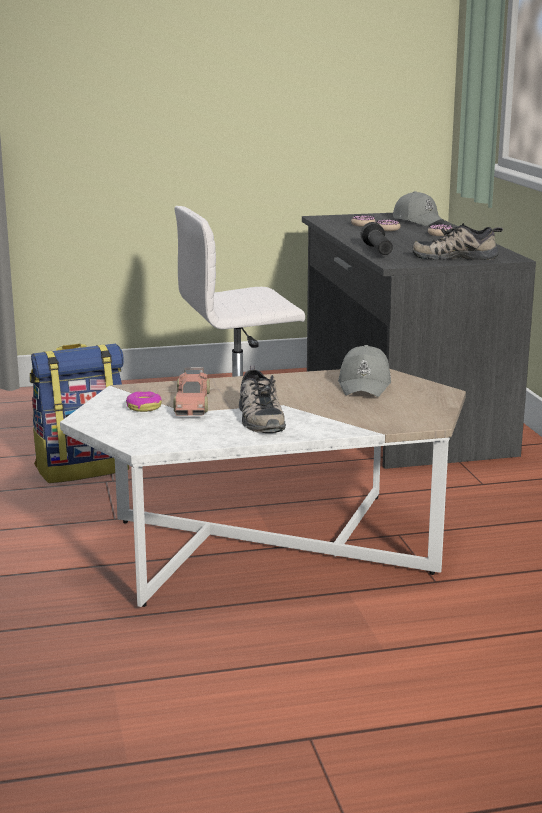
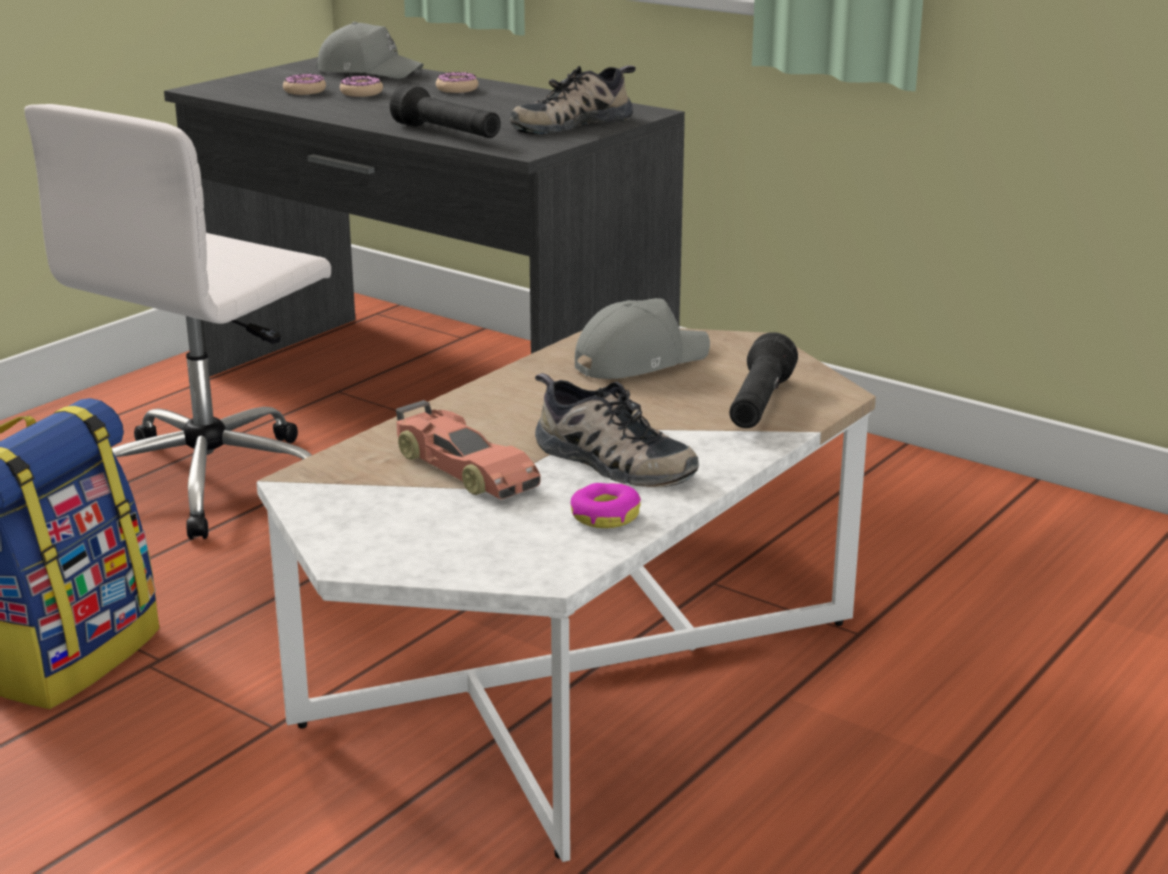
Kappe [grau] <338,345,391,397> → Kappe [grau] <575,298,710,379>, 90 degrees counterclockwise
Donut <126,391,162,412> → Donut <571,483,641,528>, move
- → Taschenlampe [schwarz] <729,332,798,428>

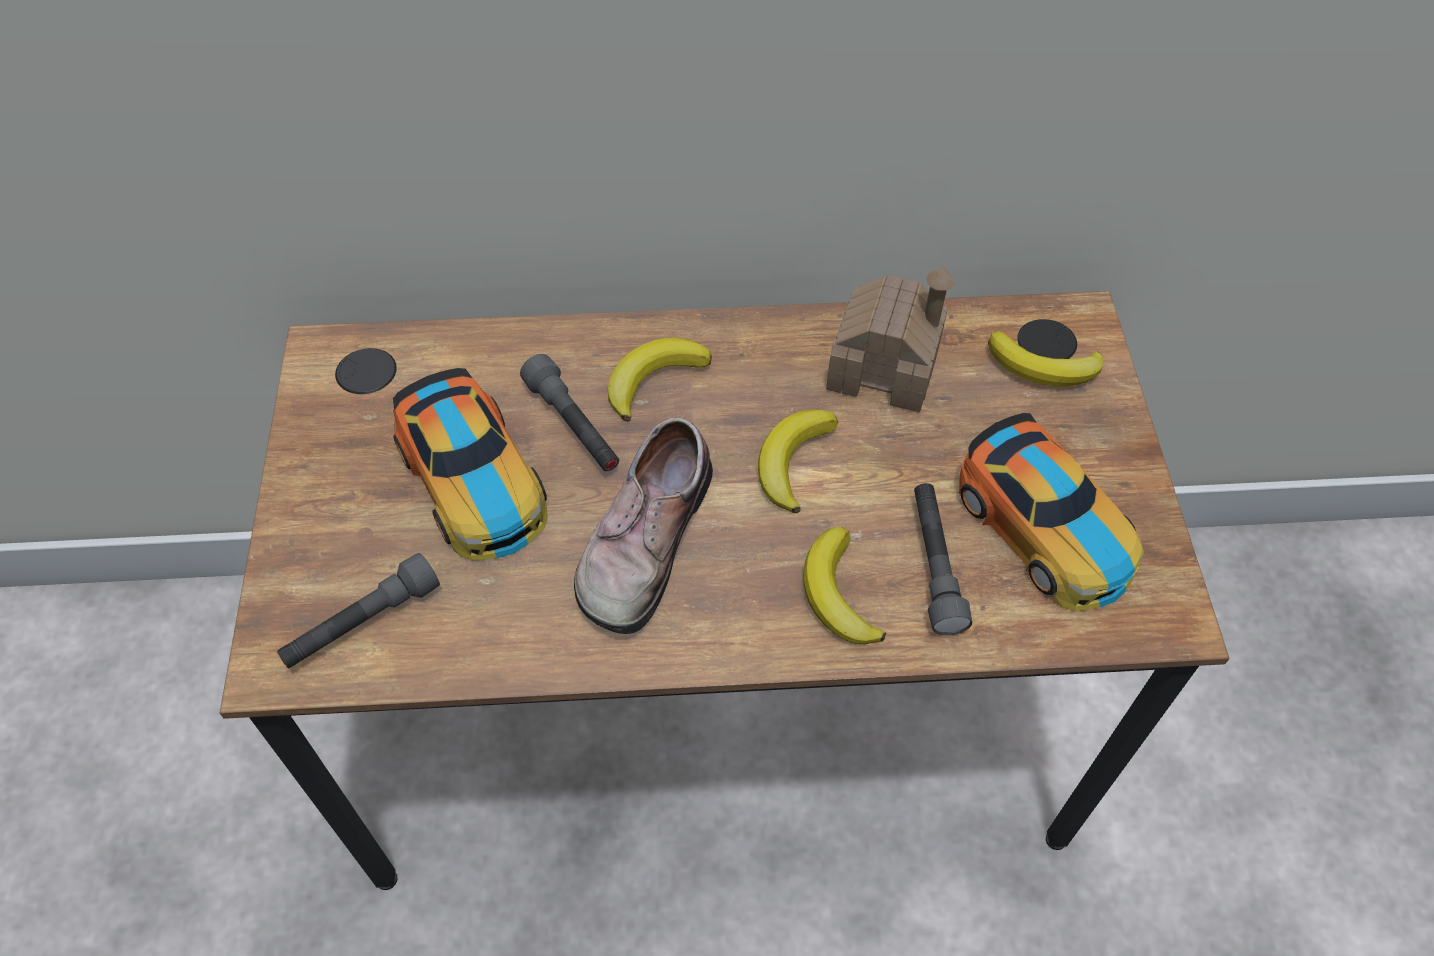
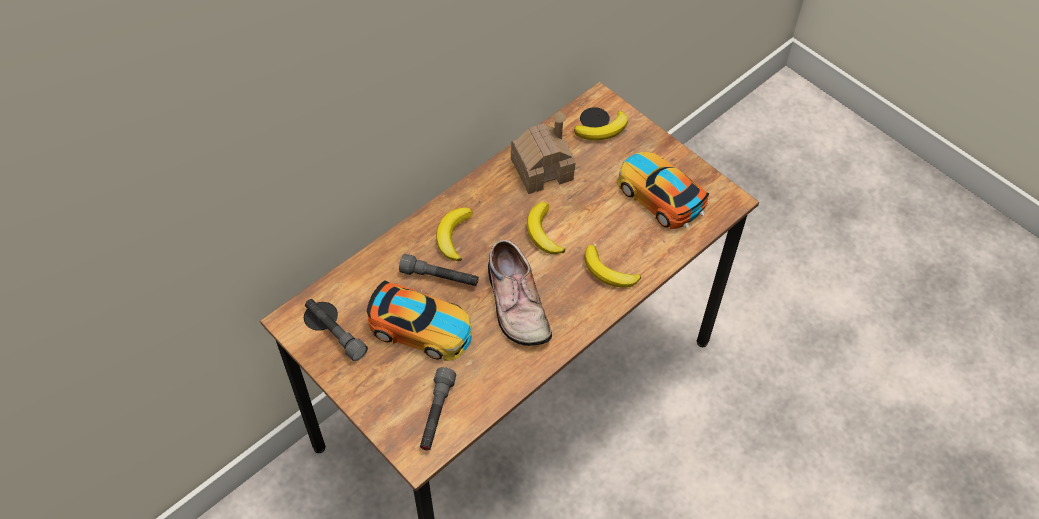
Spielzeugauto <959,413,1144,611> → Spielzeugauto <617,152,709,229>, 150 degrees counterclockwise
Taschenlampe [grau] <914,483,972,635> → Taschenlampe [grau] <305,299,368,361>, move

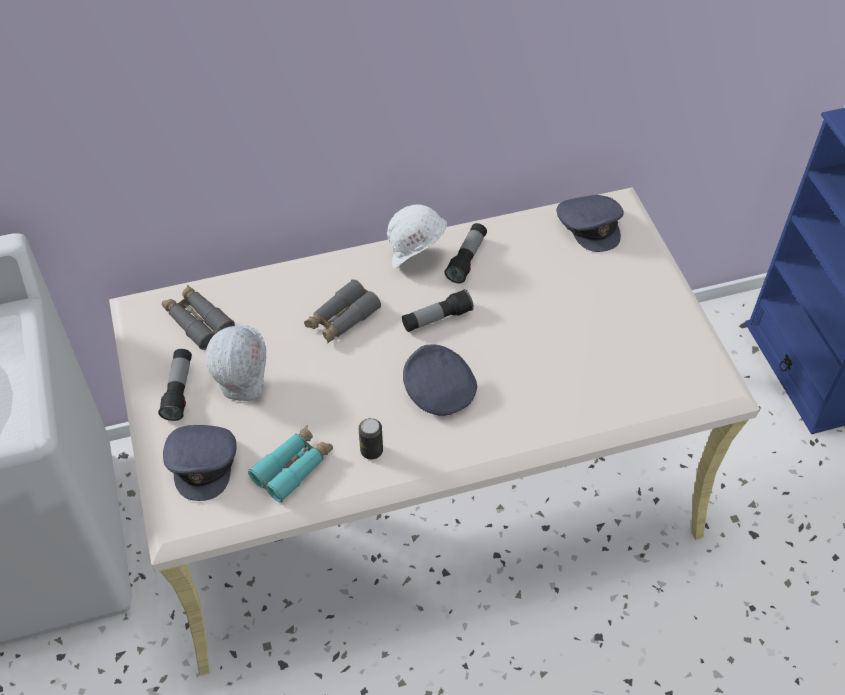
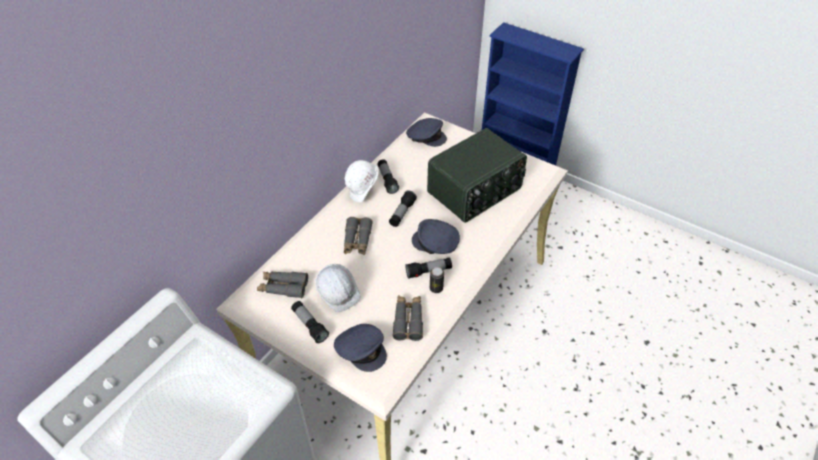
Fernglas [türkis] <248,426,333,502> → Fernglas [grau] <392,296,423,341>
- → Radio <427,128,527,223>
- → Taschenlampe <405,257,452,279>

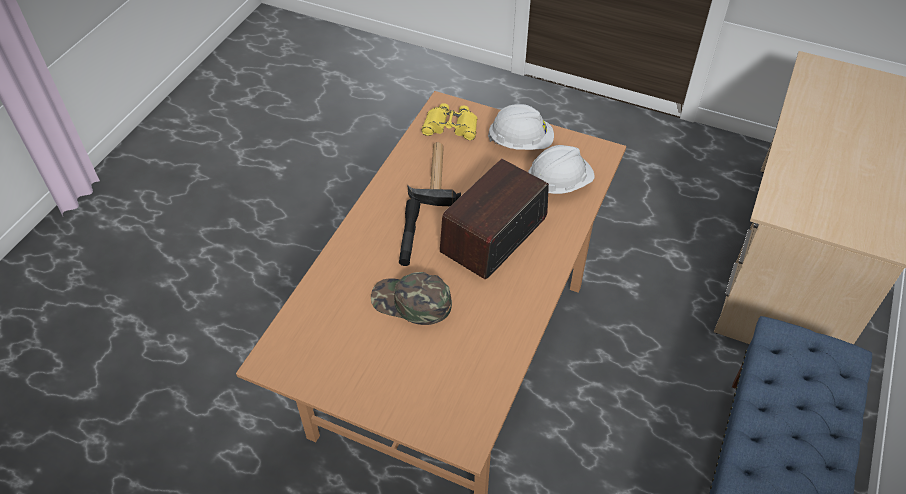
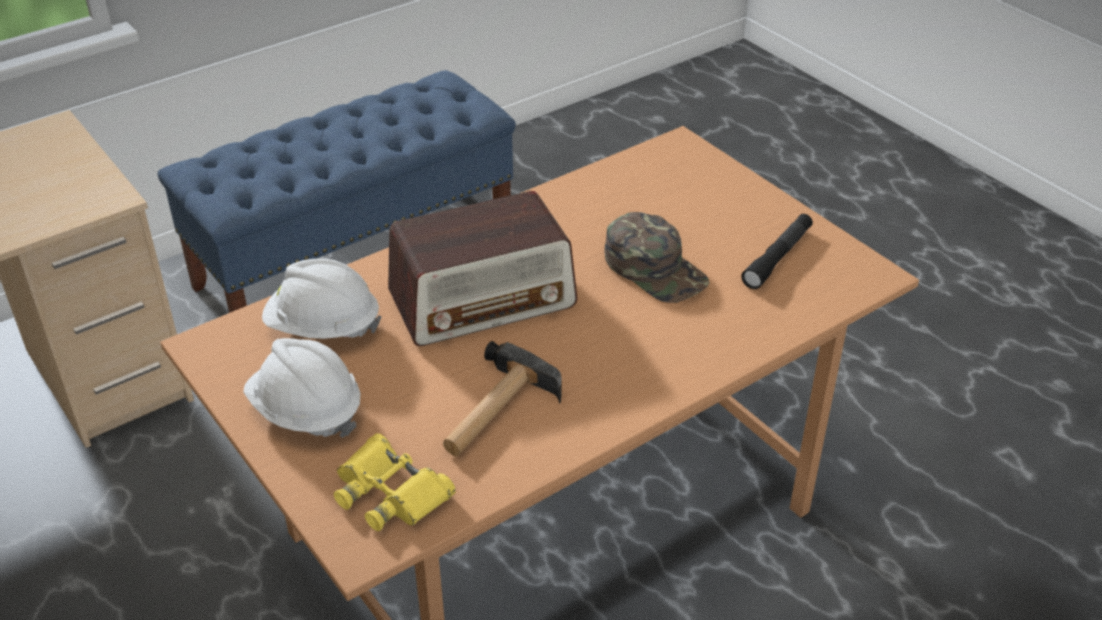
Taschenlampe [schwarz] <399,199,420,266> → Taschenlampe [schwarz] <741,214,813,289>, move

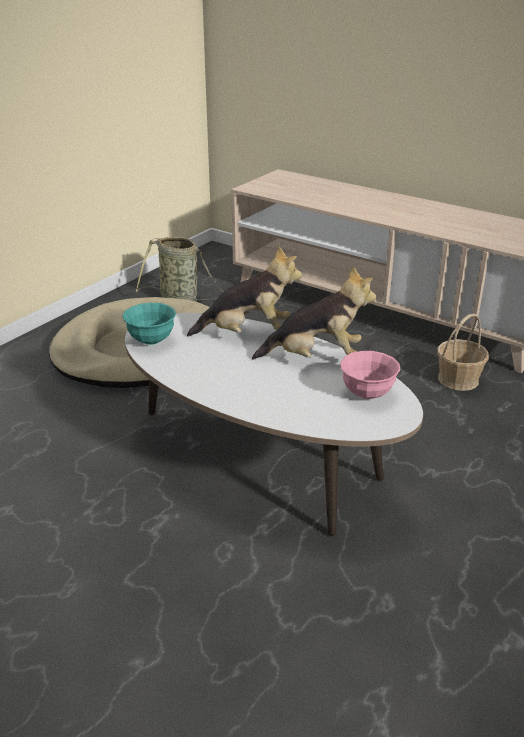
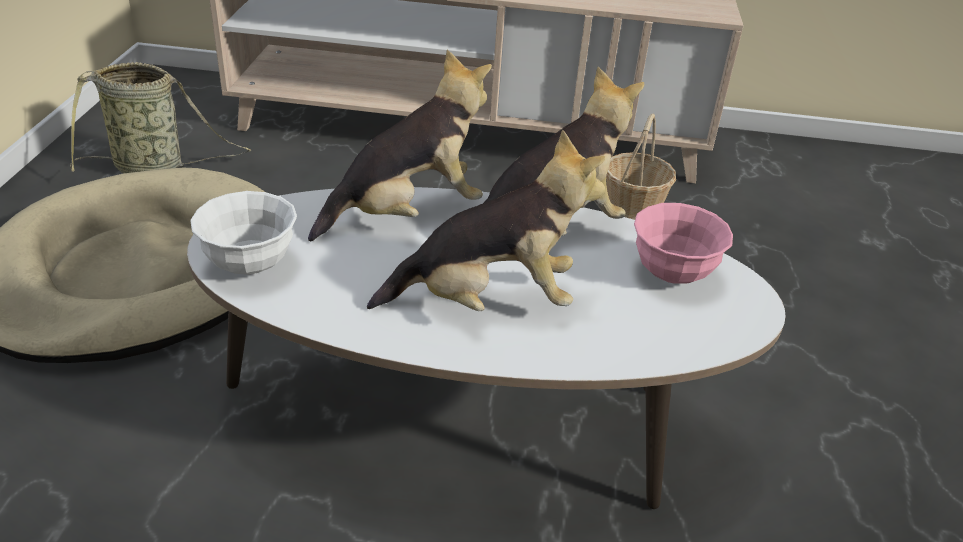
Schüssel [türkis] <122,303,176,345> → Schüssel [weiß] <190,191,297,275>
- → Plüschtier <367,130,605,311>

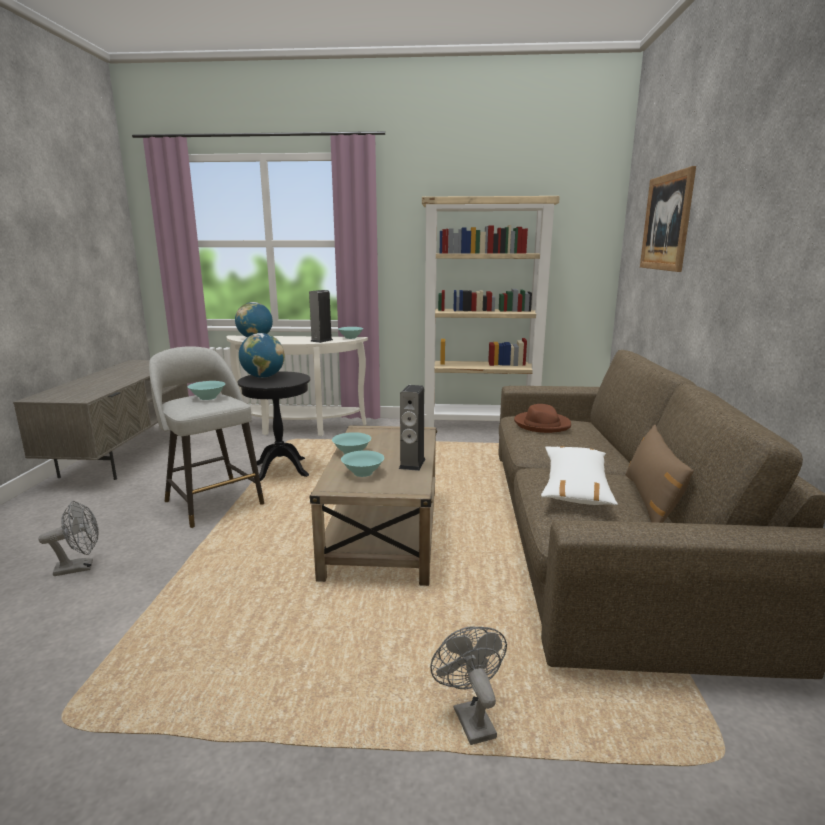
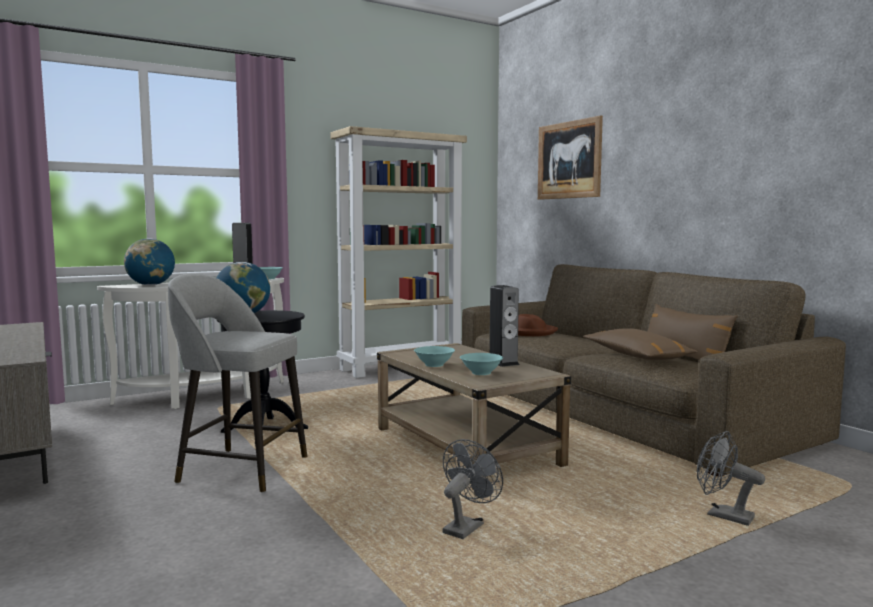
Schüssel [türkis] <188,381,225,400> → -
Kissen [weiß] <541,446,618,505> → Kissen [braun] <583,328,698,360>
Ventilator [grau] <39,501,99,576> → Ventilator [grau] <442,439,503,539>, move

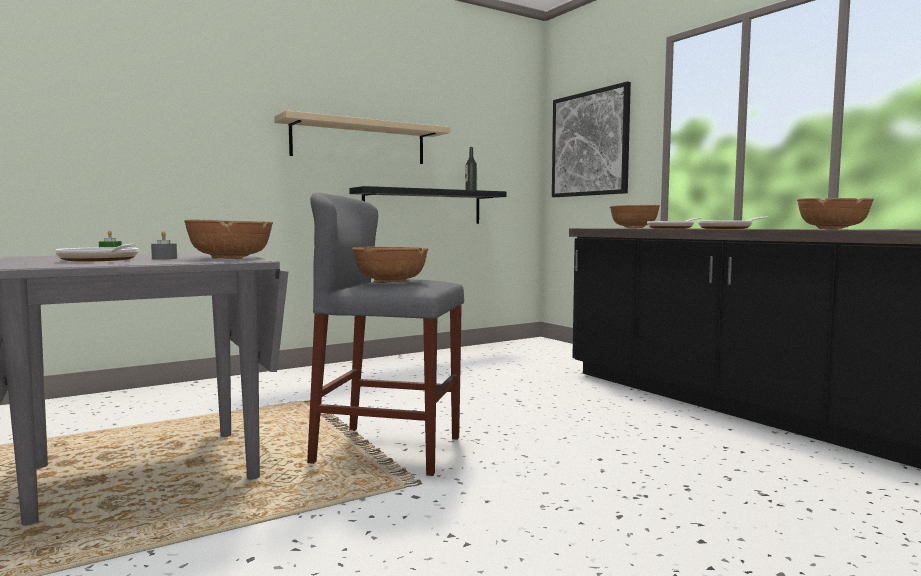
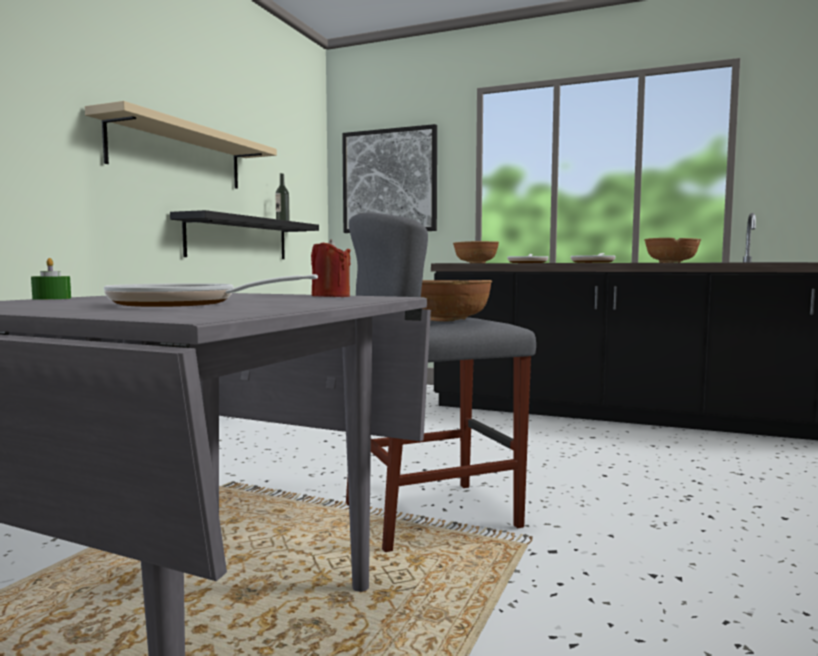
Schüssel [braun] <184,220,273,259> → Kerze [rot] <311,239,351,297>
Kerze [grau] <151,231,177,259> → -

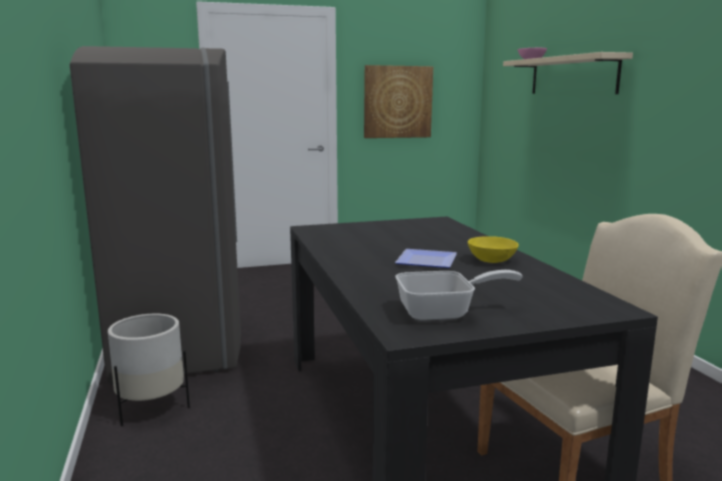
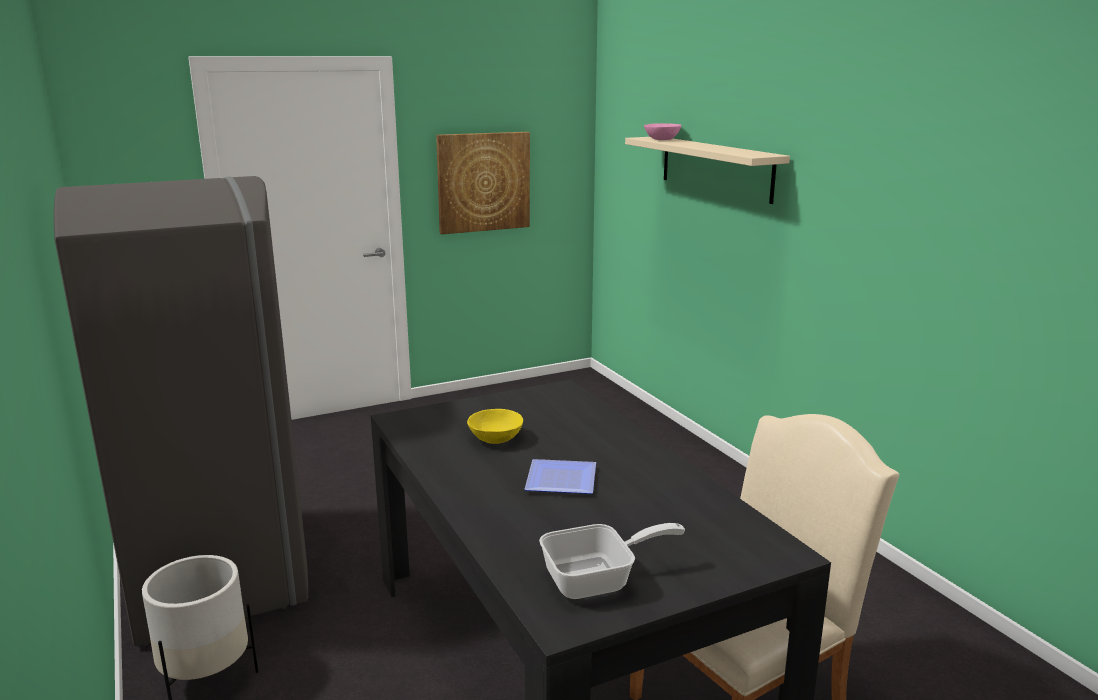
Schüssel [gelb] <468,236,519,263> → Schüssel [gelb] <467,409,523,444>, move

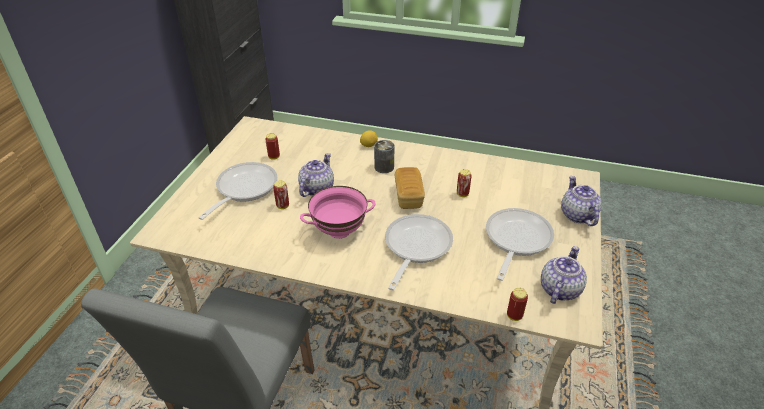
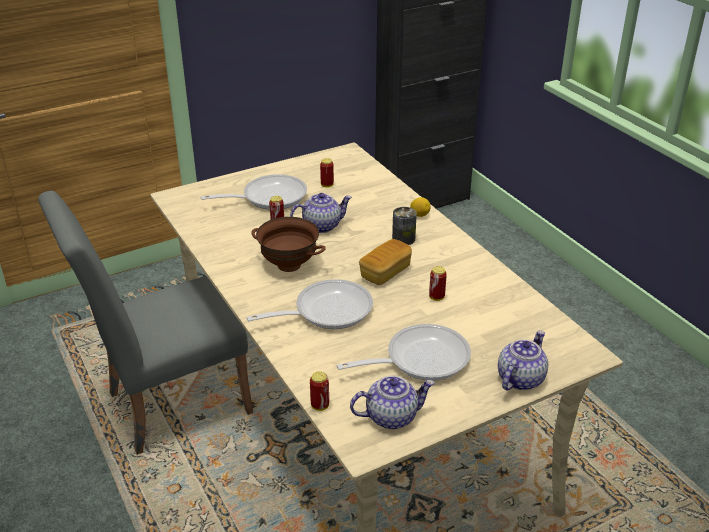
Schüssel [rosa] <300,186,376,239> → Schüssel [braun] <251,217,326,272>

